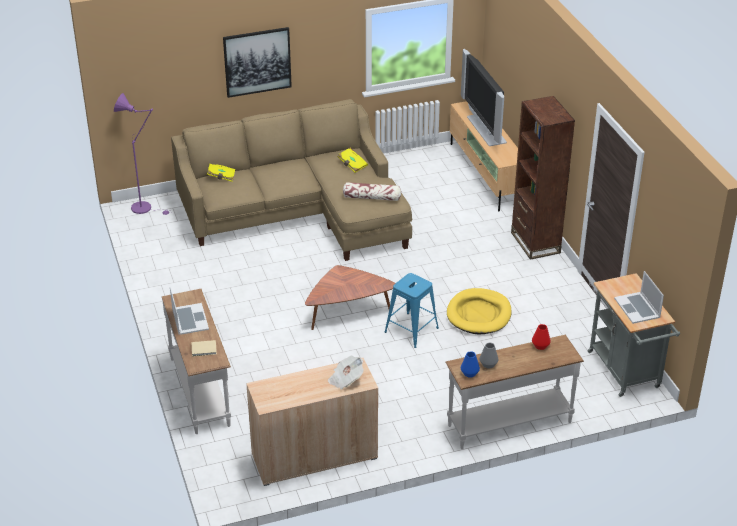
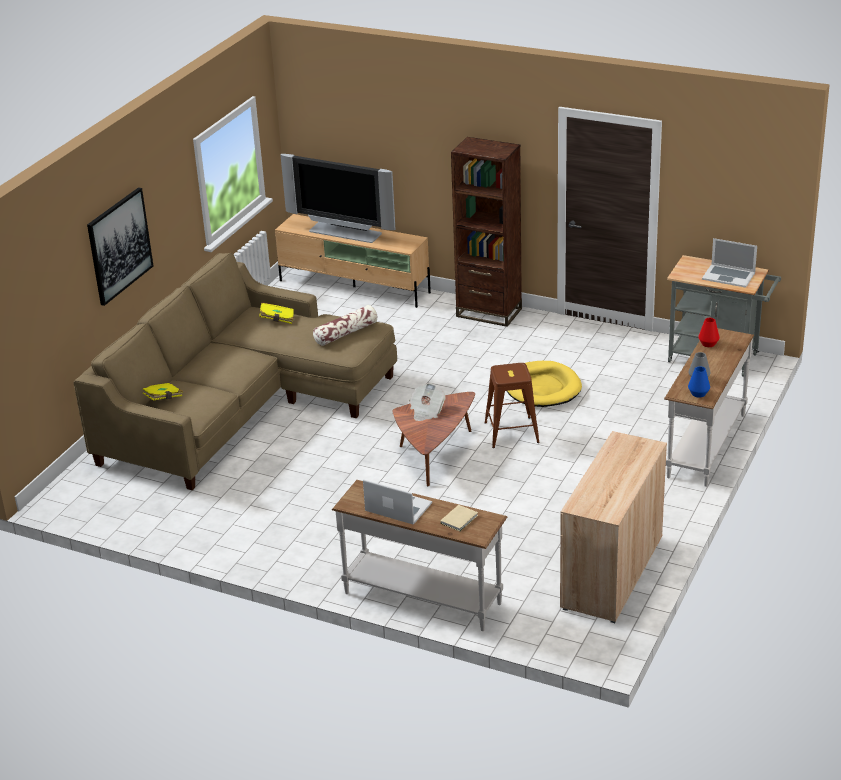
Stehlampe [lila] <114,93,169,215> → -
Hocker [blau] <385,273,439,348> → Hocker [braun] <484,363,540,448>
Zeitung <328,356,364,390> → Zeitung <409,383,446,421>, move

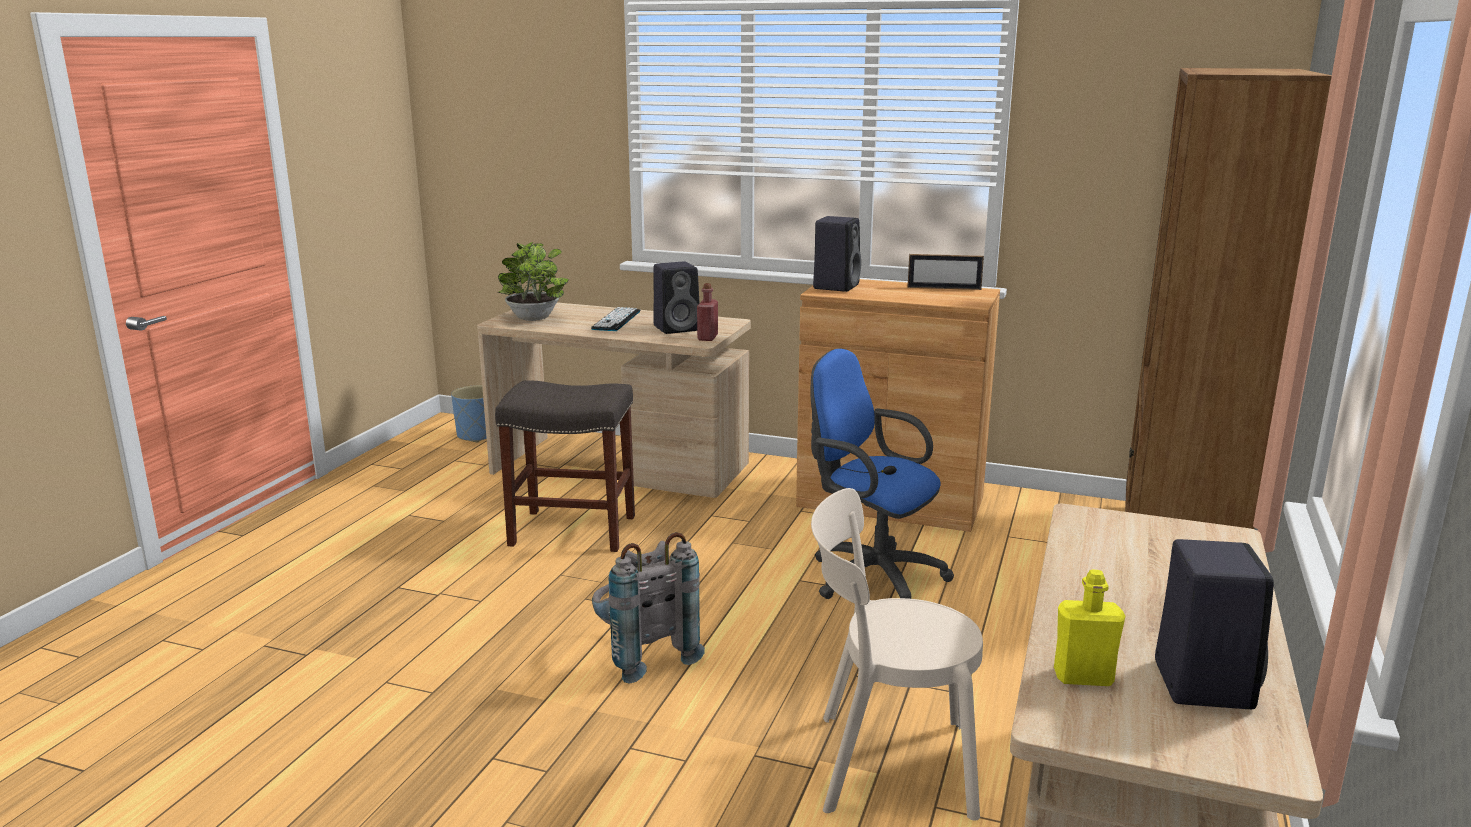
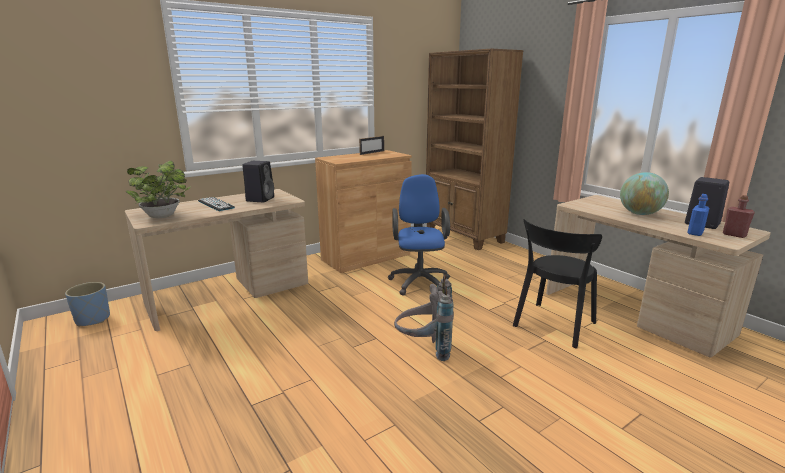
Lautsprecher [schwarz] <813,216,861,292> → -
Flasche [rot] <697,283,718,341> → Flasche [rot] <723,195,755,238>, move
Bürostuhl [blau] <811,348,954,599> → Bürostuhl [blau] <388,174,450,296>, 105 degrees clockwise
Hocker [grau] <495,380,635,552> → -
Stuhl [beige] <811,488,983,821> → Stuhl [schwarz] <513,219,602,349>
Flasche [gelb] <1054,569,1125,686> → Flasche [blau] <687,194,709,236>
- → Globus <620,172,669,215>

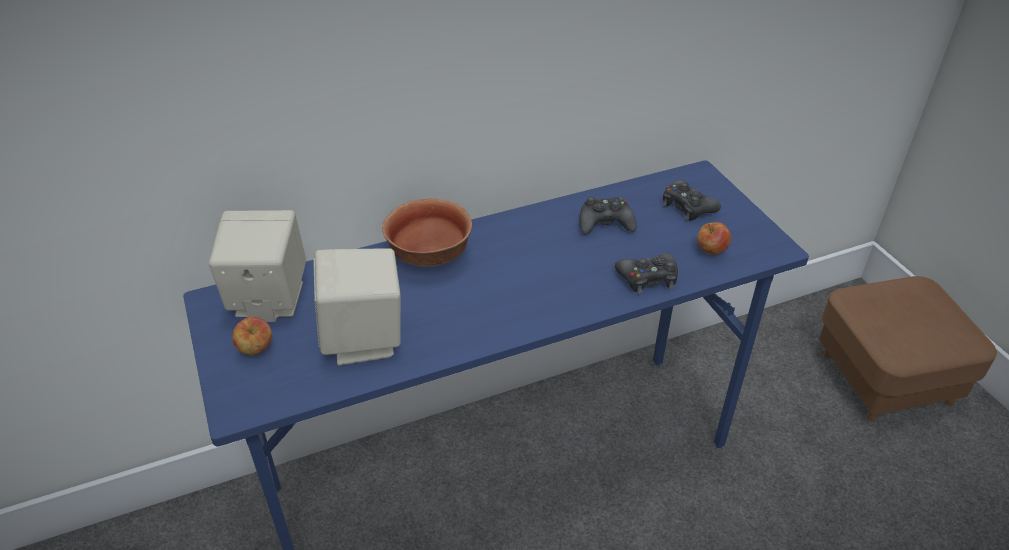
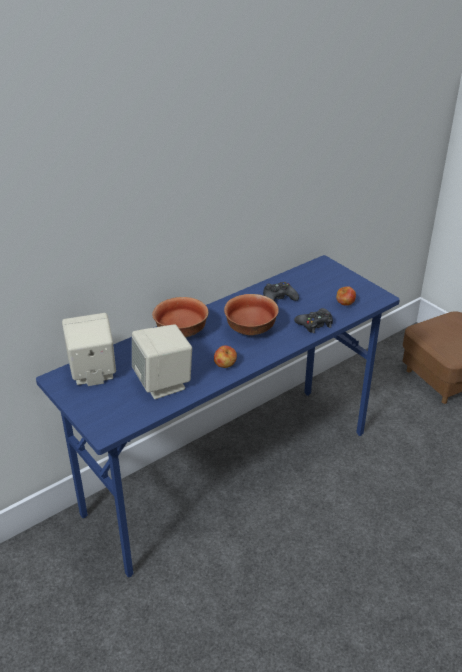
Gamepad [schwarz] <662,180,721,221> → -
Apfel <232,317,272,355> → Apfel <214,345,237,368>, move
- → Schüssel <224,294,279,336>

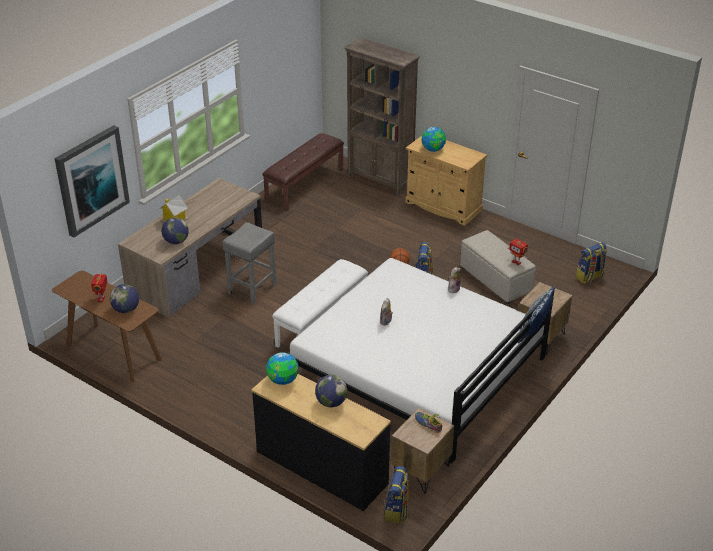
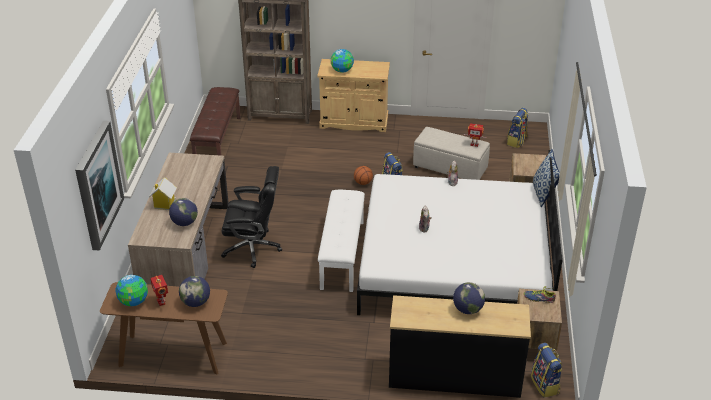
Hocker [grau] <223,222,277,304> → Bürostuhl [schwarz] <221,166,282,268>
Globus <266,352,299,385> → Globus <115,275,148,306>, move

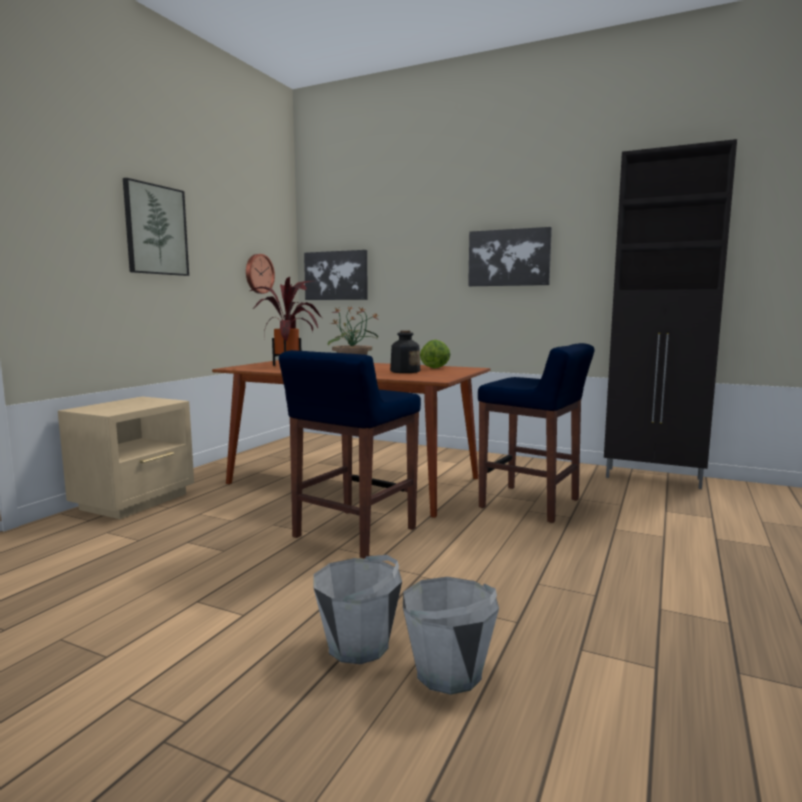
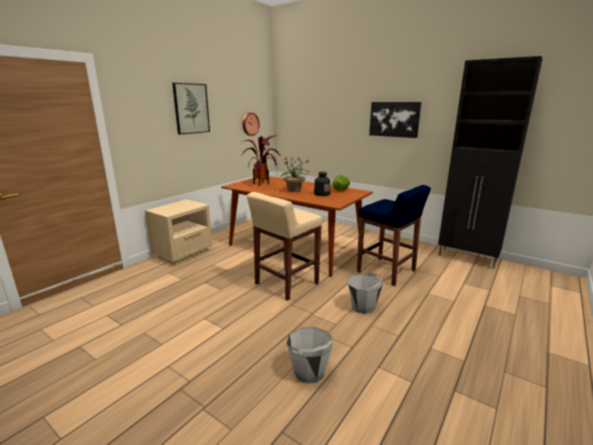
Bild <304,250,368,300> → -
Hocker [blau] <279,350,421,559> → Hocker [beige] <247,192,323,301>
Eimer [grau] <313,555,402,664> → Eimer [grau] <347,273,383,314>, move

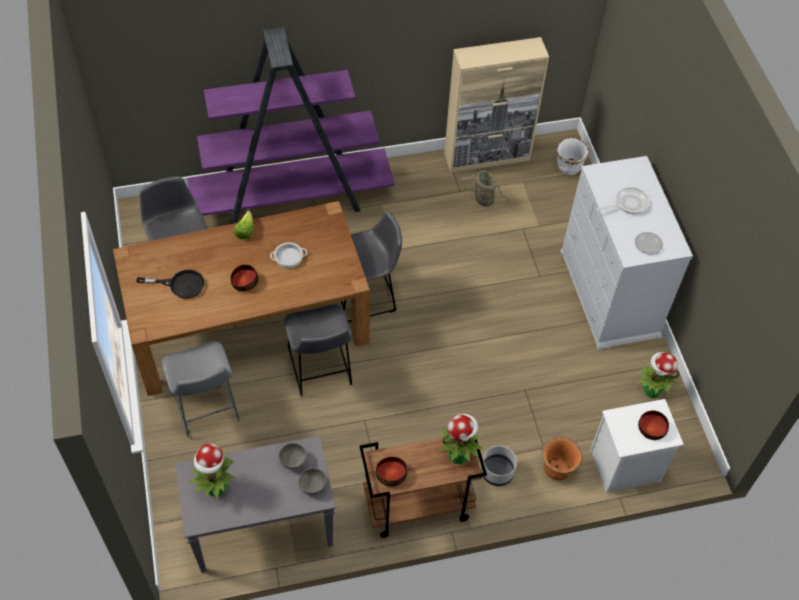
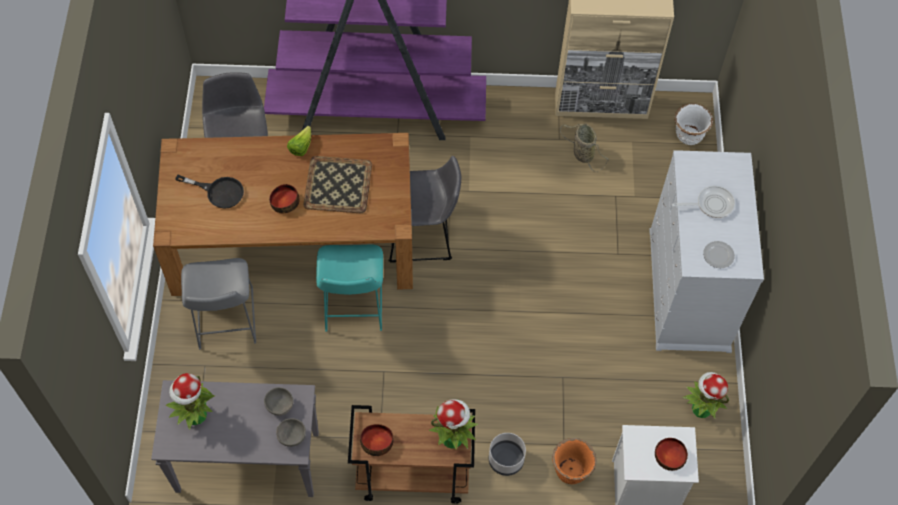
Kochtopf <270,242,307,268> → Tablett <303,156,372,213>
Hocker [grau] <284,304,353,396> → Hocker [türkis] <316,245,383,332>

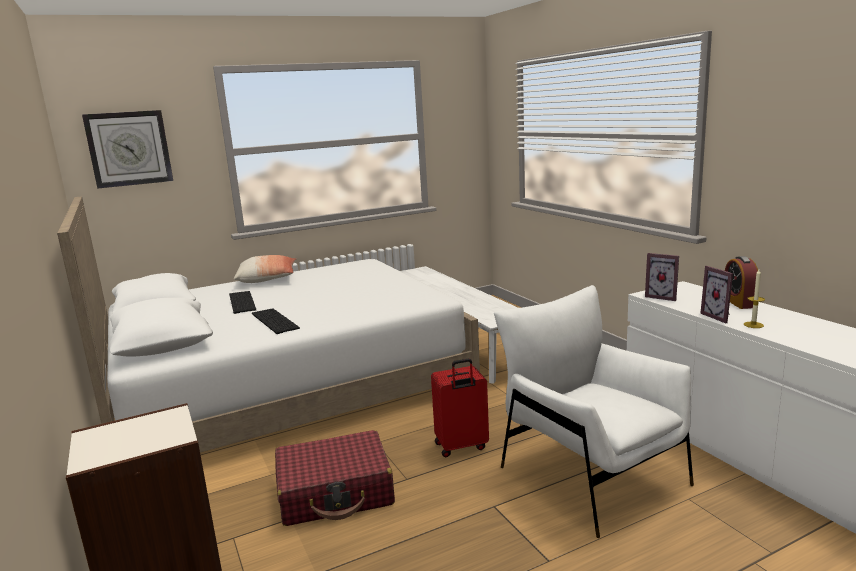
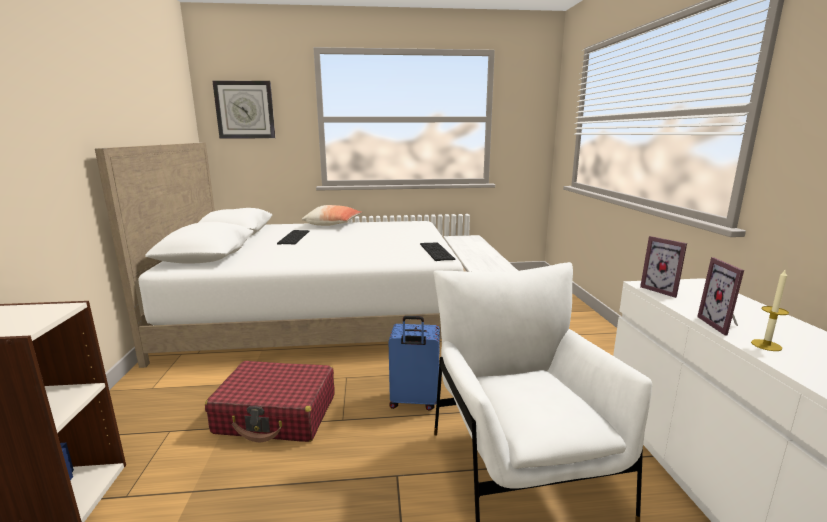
Wecker <725,256,758,309> → -
Tastatur <252,309,300,334> → Tastatur <420,243,455,261>, move
Koffer [rot] <431,358,489,457> → Koffer [blau] <388,316,440,411>

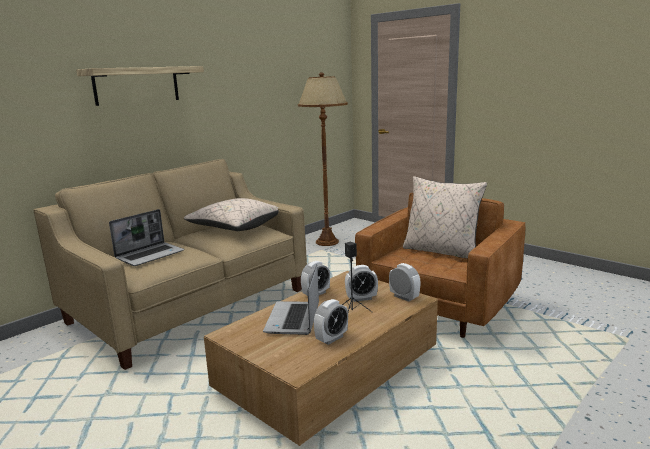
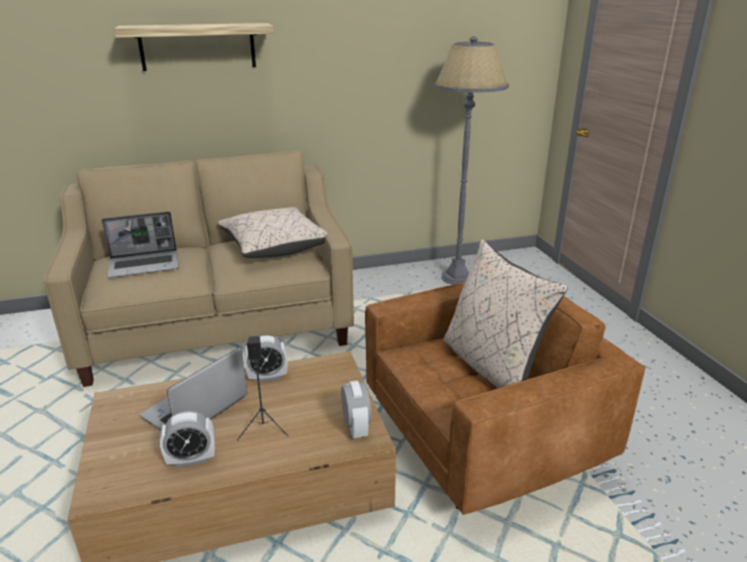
Stehlampe [braun] <298,72,348,246> → Stehlampe [grau] <434,36,509,285>
Wecker <345,265,378,302> → -

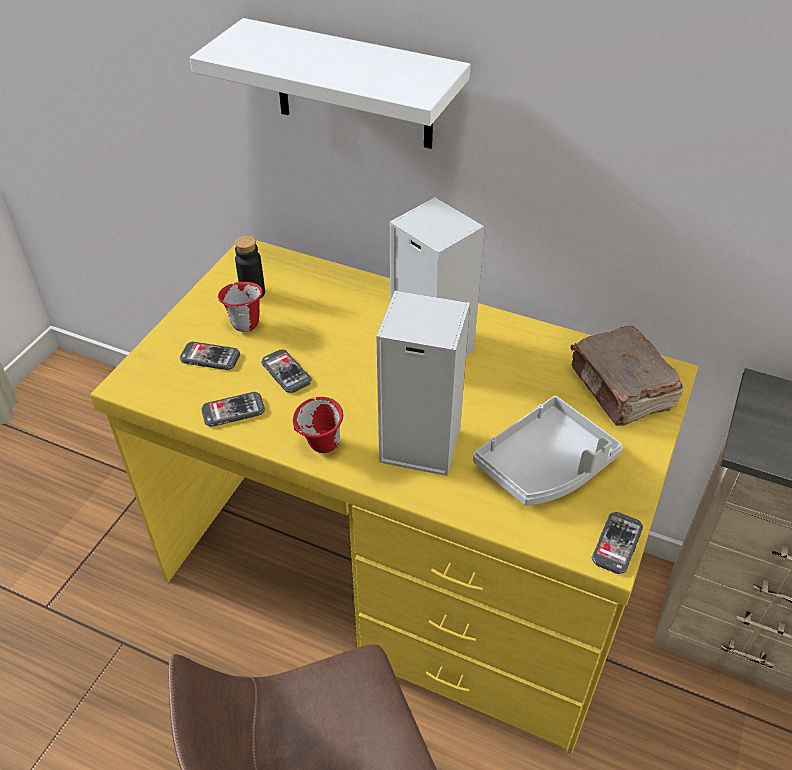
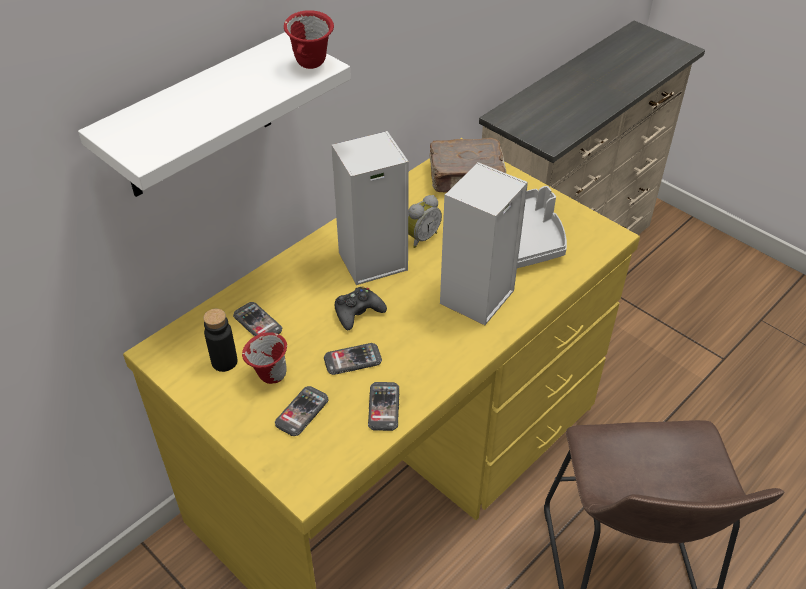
Henkelbecher [rot] <293,397,343,453> → Henkelbecher [rot] <284,10,334,69>, move
Handy <592,512,643,574> → Handy <233,302,282,337>, move
- → Wecker <408,195,442,248>
- → Gamepad [schwarz] <335,287,387,330>

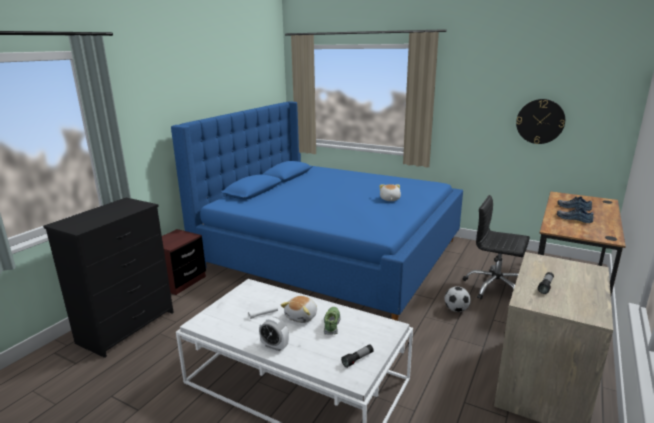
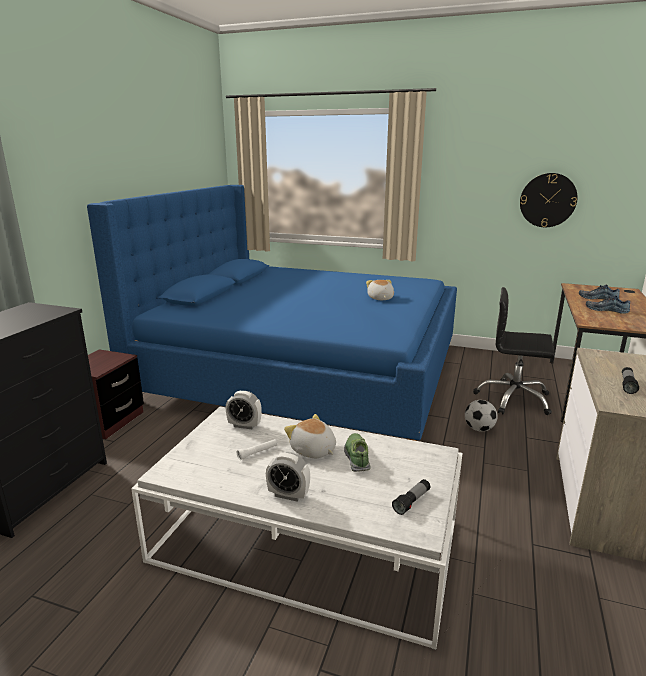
Plüschtier <281,296,317,323> → Plüschtier <284,414,336,458>, 120 degrees clockwise
- → Wecker <226,391,262,429>

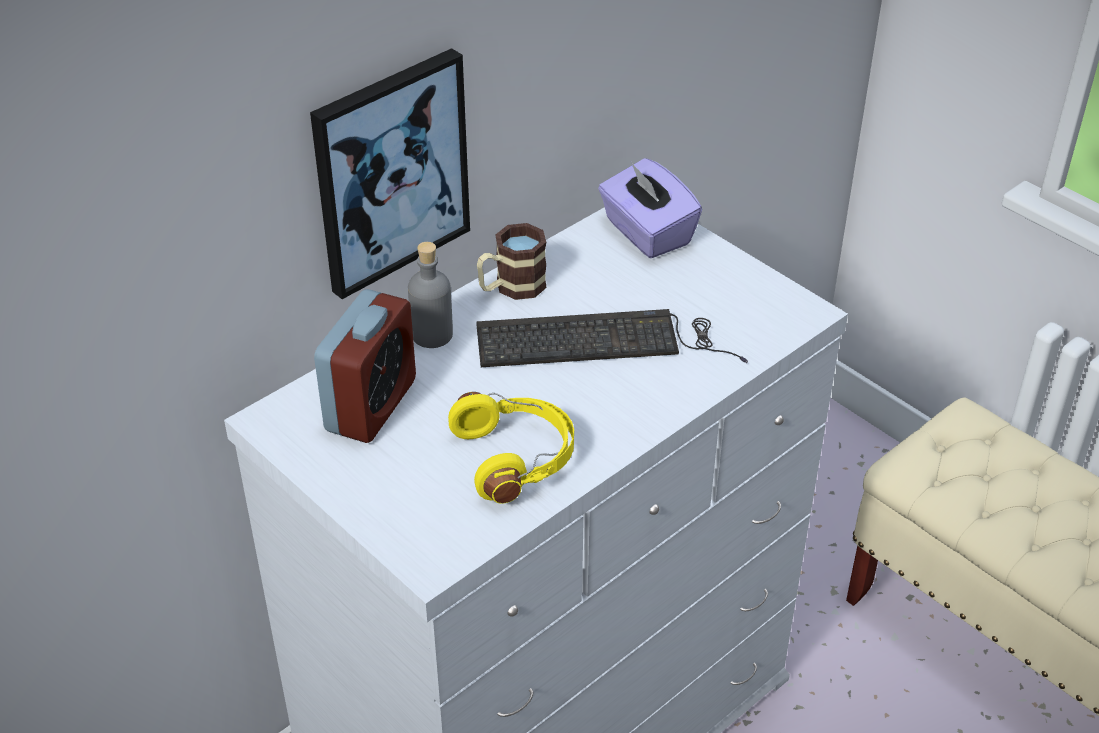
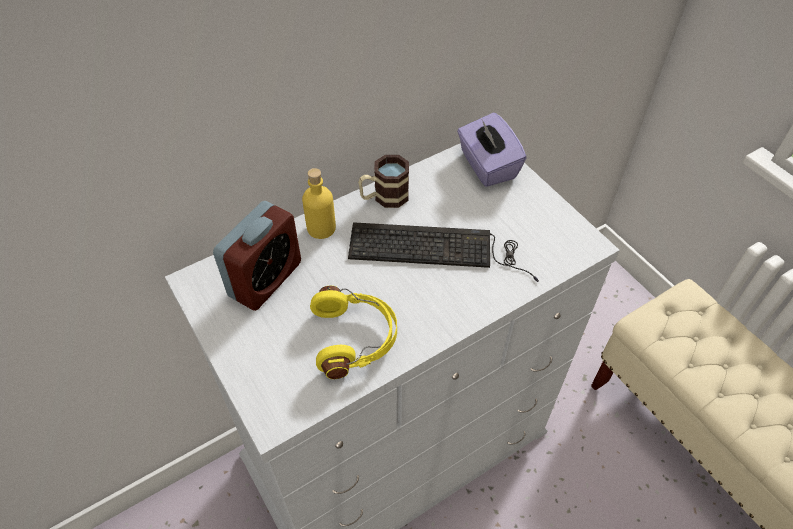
Bild <310,48,470,299> → -
Flasche [grau] <408,242,453,348> → Flasche [gelb] <302,168,336,239>

